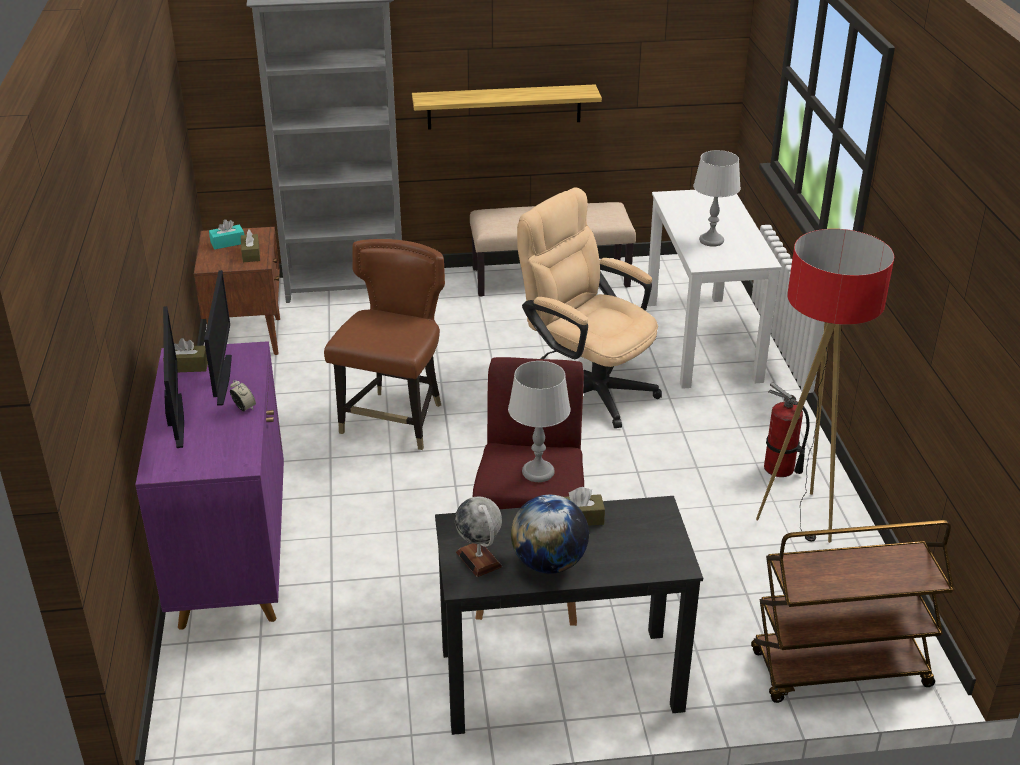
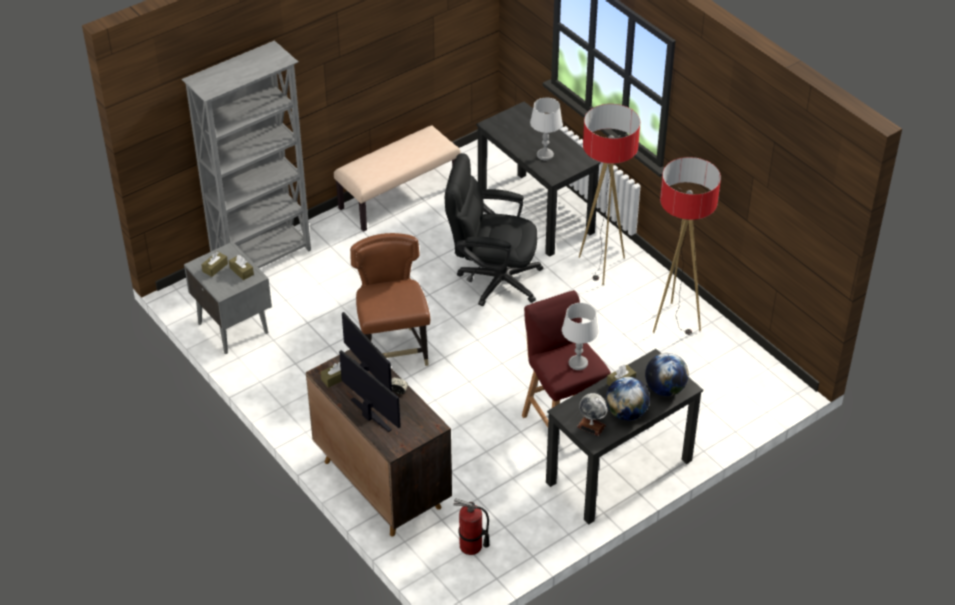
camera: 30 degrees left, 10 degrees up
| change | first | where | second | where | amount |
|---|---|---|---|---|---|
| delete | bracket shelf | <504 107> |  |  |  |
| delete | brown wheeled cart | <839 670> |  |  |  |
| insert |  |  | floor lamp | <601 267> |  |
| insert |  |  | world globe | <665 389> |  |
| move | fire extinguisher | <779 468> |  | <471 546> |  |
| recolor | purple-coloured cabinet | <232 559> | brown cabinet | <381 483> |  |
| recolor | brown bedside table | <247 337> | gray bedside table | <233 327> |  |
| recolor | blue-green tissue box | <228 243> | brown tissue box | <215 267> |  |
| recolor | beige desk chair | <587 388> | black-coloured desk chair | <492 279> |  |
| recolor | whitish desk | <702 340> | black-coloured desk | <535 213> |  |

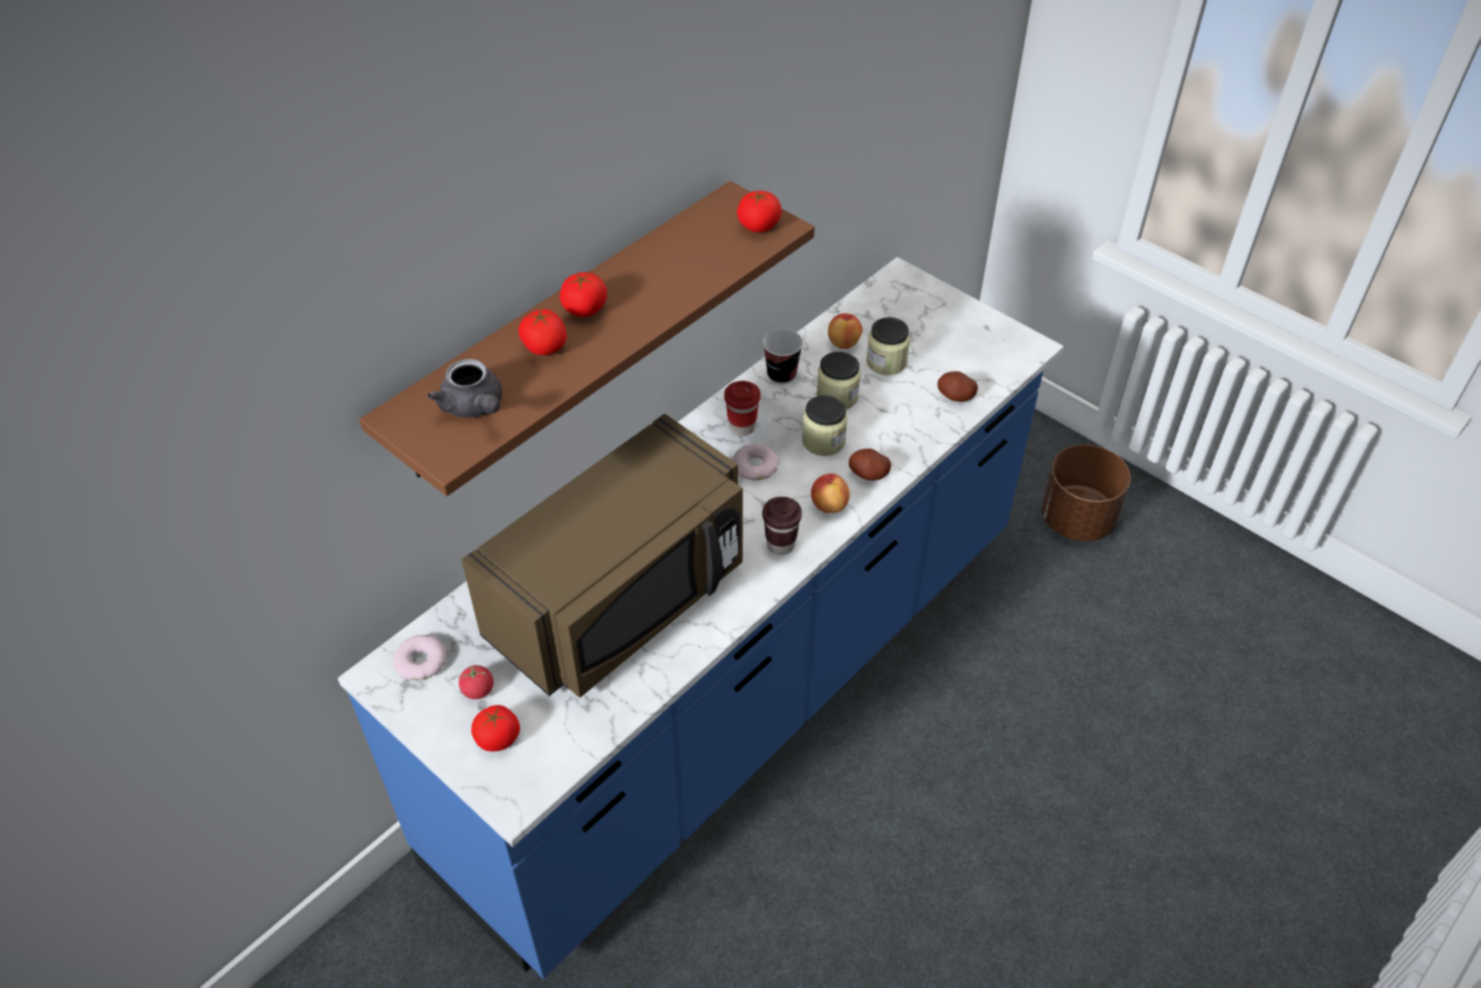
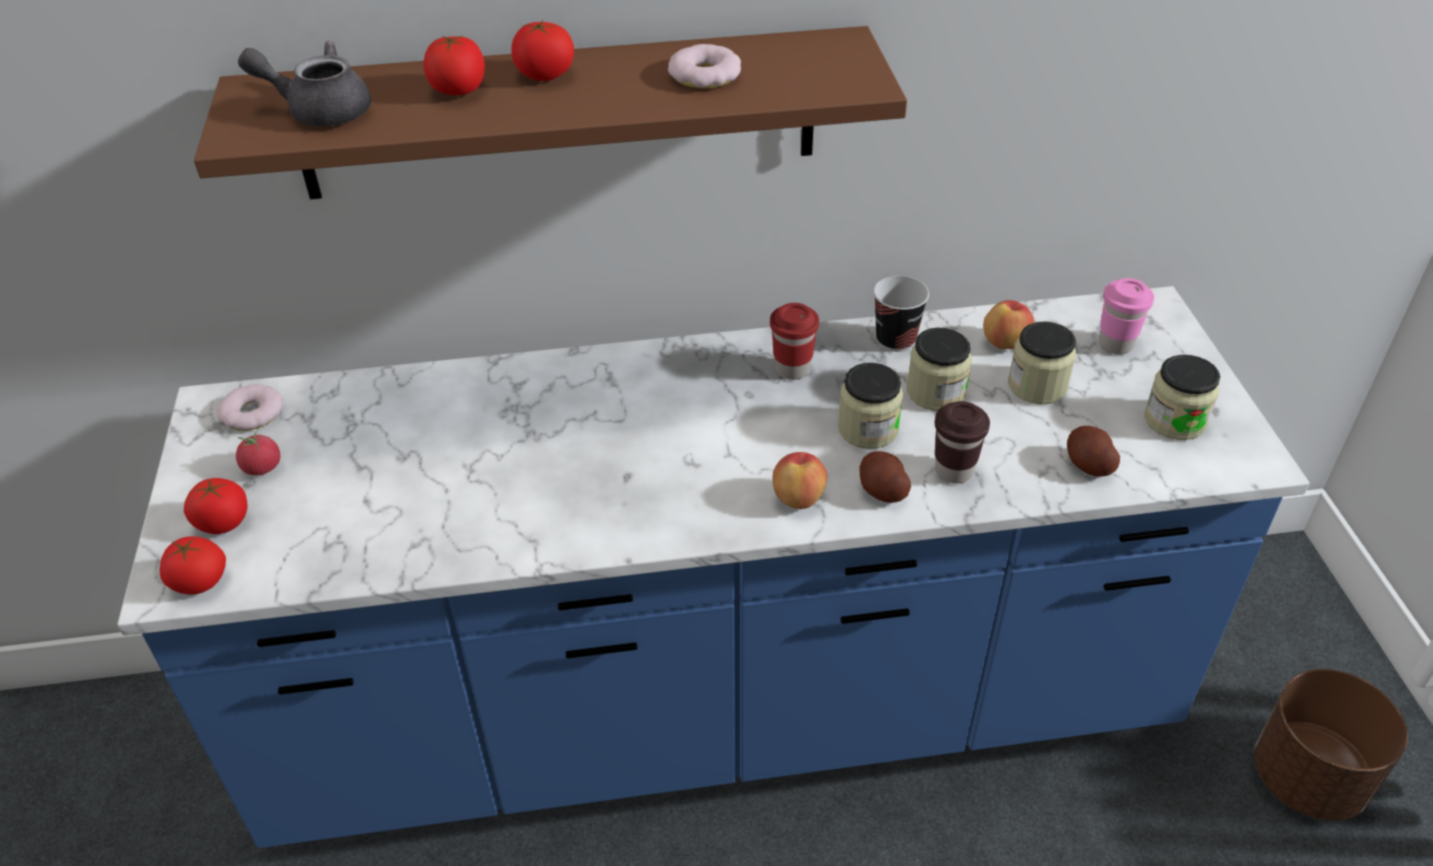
camera: 40 degrees right, 5 degrees down
| change | first | where | second | where | amount |
|---|---|---|---|---|---|
| delete | brown microwave oven | <622 600> |  |  |  |
| insert |  |  | pink-coloured small cup | <1115 344> |  |
| insert |  |  | preserve jar | <1174 420> |  |
| move | ring doughnut | <755 466> |  | <705 75> |  |
| move | whole tomato | <759 226> |  | <200 582> |  |
| move | brown small cup | <780 545> |  | <953 471> |  |
| rotate | gray teapot | <474 407> |  | <319 110> | 90 degrees clockwise |

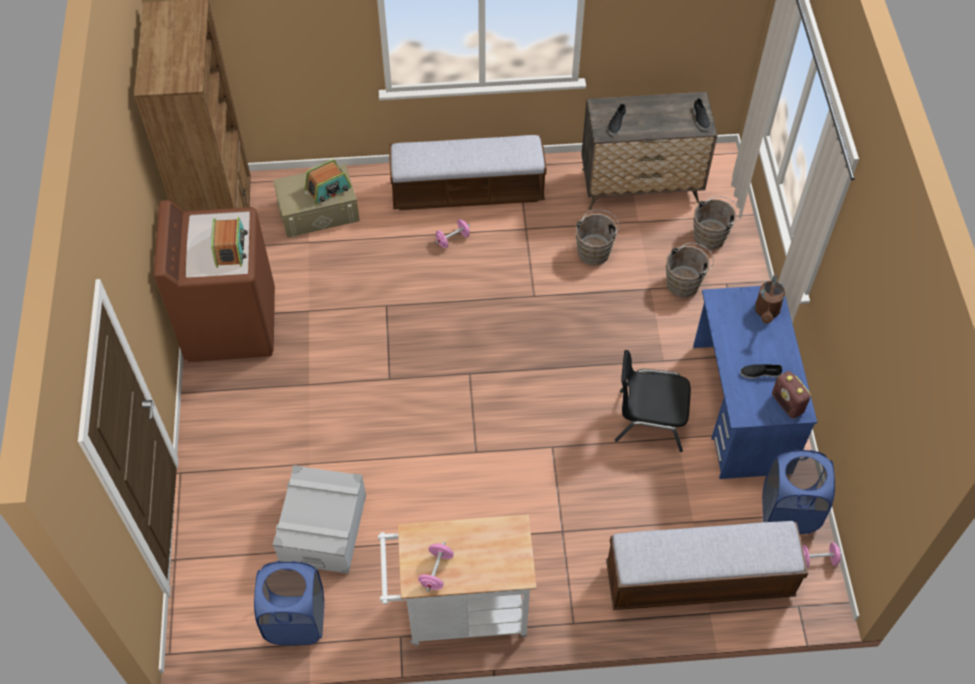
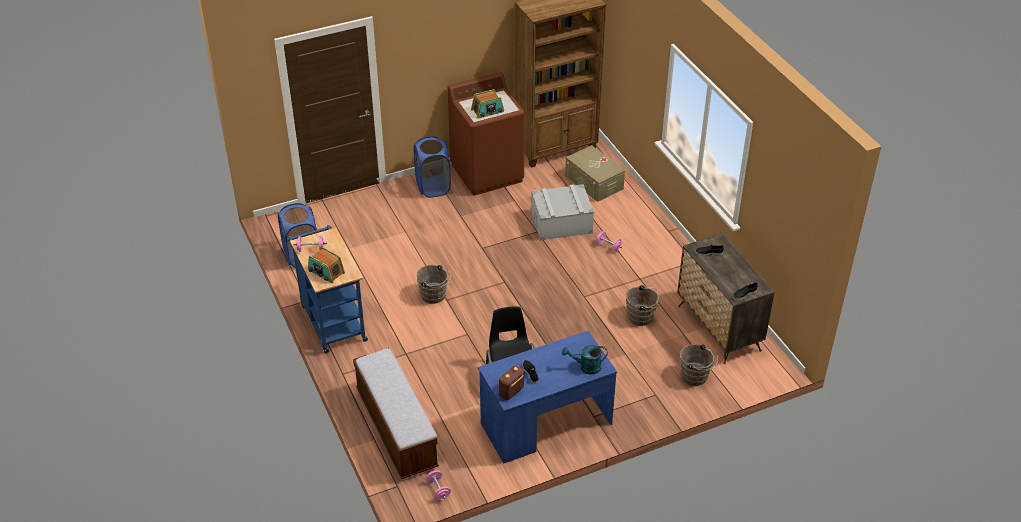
camera: 70 degrees right, 15 degrees down
| change | first | where | second | where | amount |
|---|---|---|---|---|---|
| delete | indoor bench | <467 191> |  |  |  |
| move | gray storage bin | <323 529> |  | <561 223> |  |
| move | radio set | <328 189> |  | <326 272> |  |
| move | brown bucket | <685 283> |  | <435 296> |  |
| move | bluish washing basket | <788 511> |  | <433 187> |  |
| recolor | whitish wheeled cart | <458 611> | bluish wheeled cart | <332 320> |  |
| recolor | brown watering can | <766 312> | blue-green watering can | <586 367> |  |

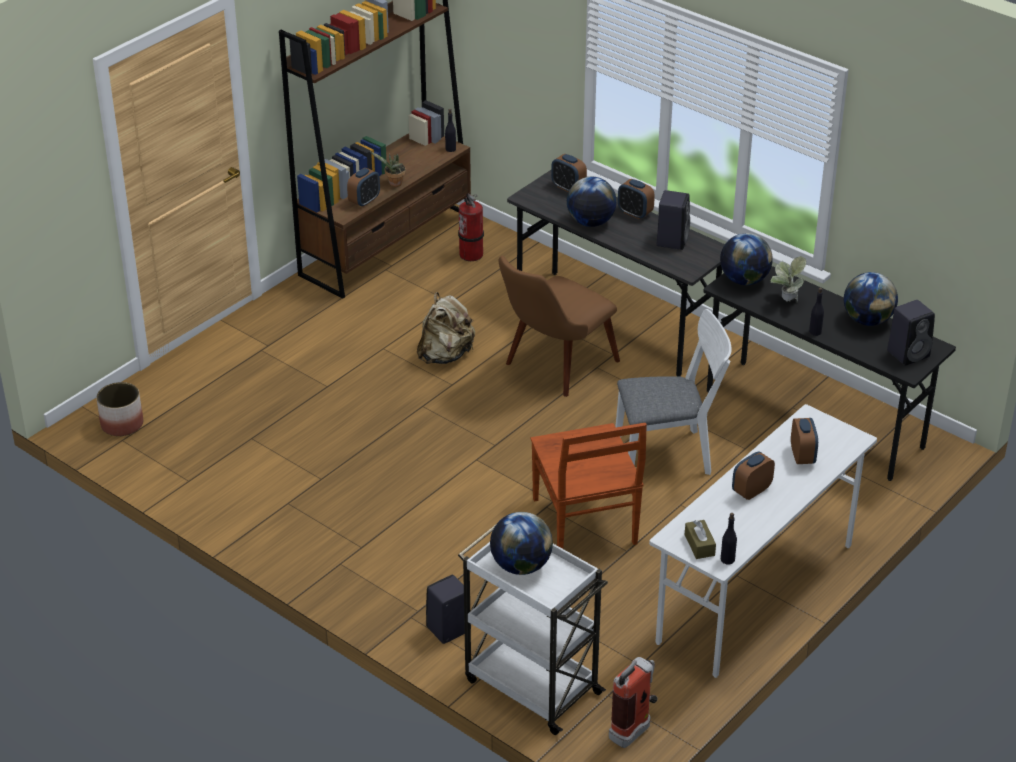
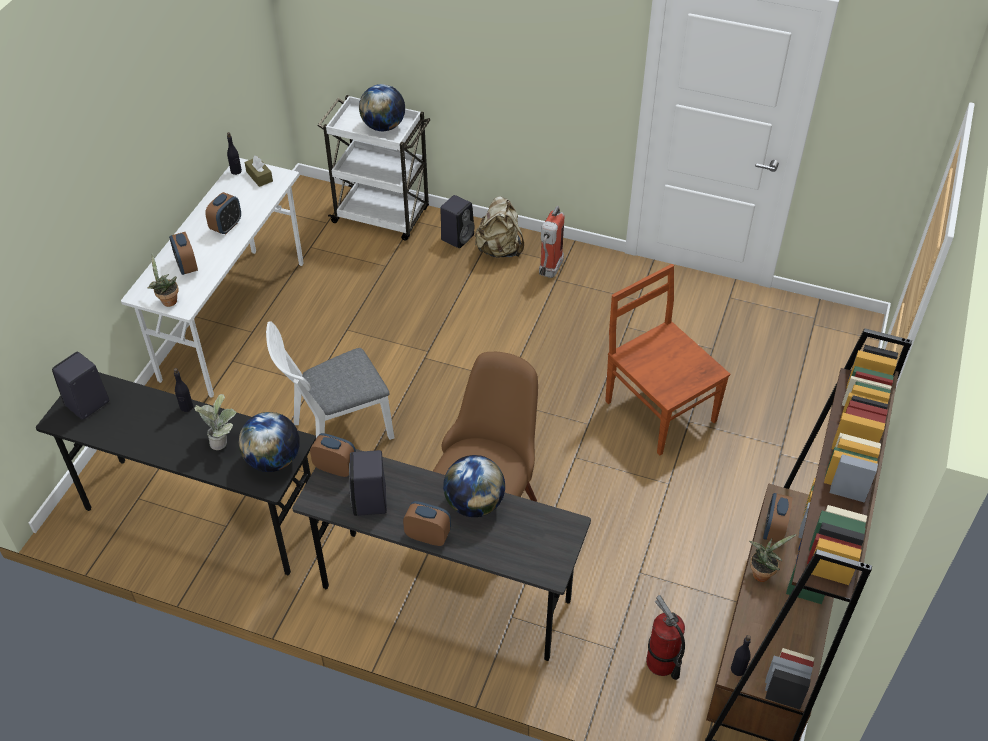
camera: 160 degrees right, 10 degrees up
| change | first | where | second | where | amount |
|---|---|---|---|---|---|
| delete | plant pot | <122 424> |  |  |  |
| delete | world globe | <867 320> |  |  |  |
| insert |  |  | plant in a pot | <167 300> |  |
| move | beige rucksack | <445 355> |  | <499 249> |  |
| move | brown chair | <585 523> |  | <658 409> |  |
| move | alarm clock | <568 188> |  | <335 467> |  |
| move | fire extinguisher | <635 728> |  | <548 272> |  |

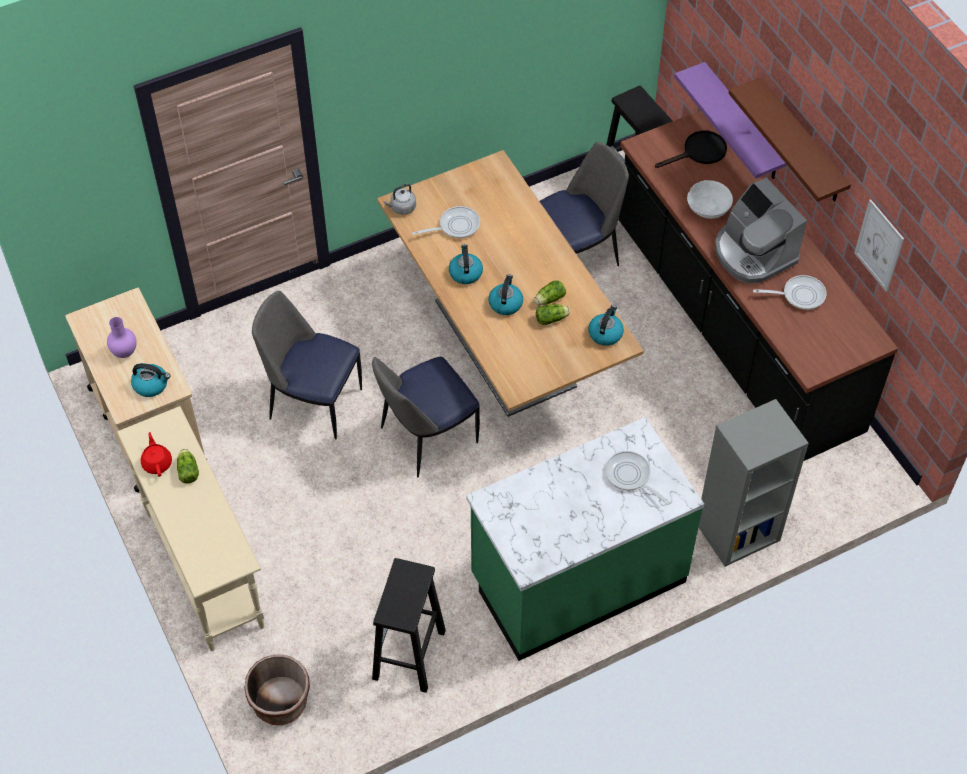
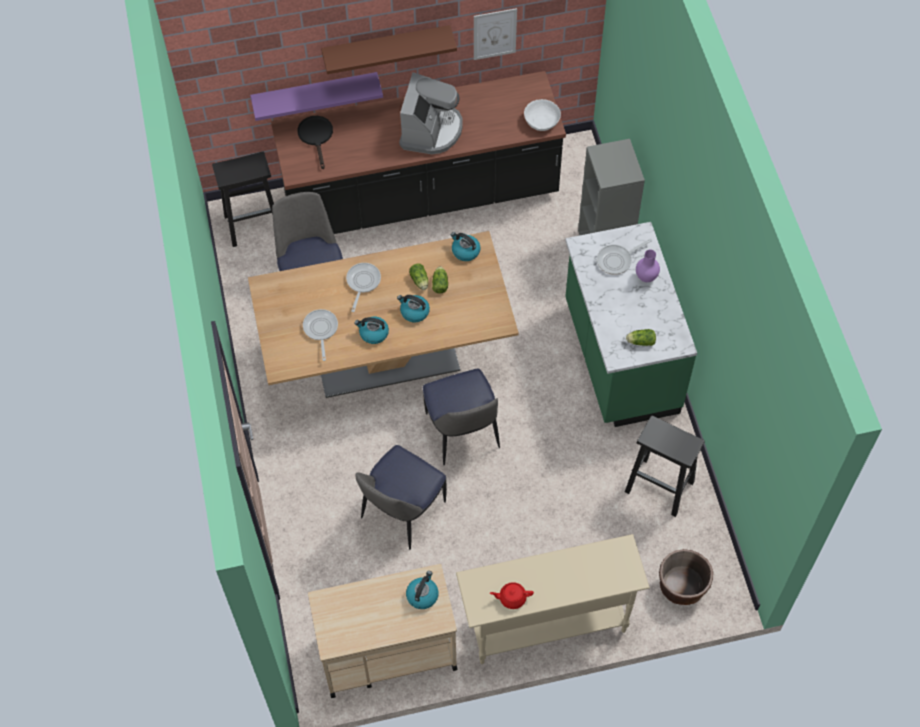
camera: 75 degrees left, 5 degrees up
| change | first | where | second | where | amount |
|---|---|---|---|---|---|
| delete | gray kettle | <402 208> |  |  |  |
| move | purple-coloured decorative vase | <124 353> |  | <646 278> |  |
| move | head of lettuce | <188 470> |  | <640 341> |  |
| move | whitish deep dish | <708 208> |  | <542 121> |  |
| move | skillet | <799 295> |  | <362 283> |  |
| rotate | coffee maker | <753 253> |  | <431 130> | 60 degrees counterclockwise |

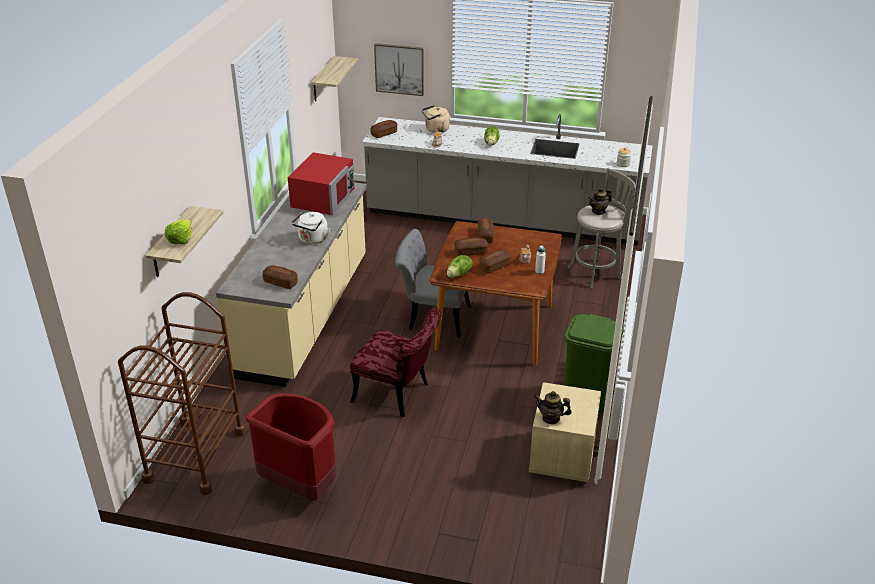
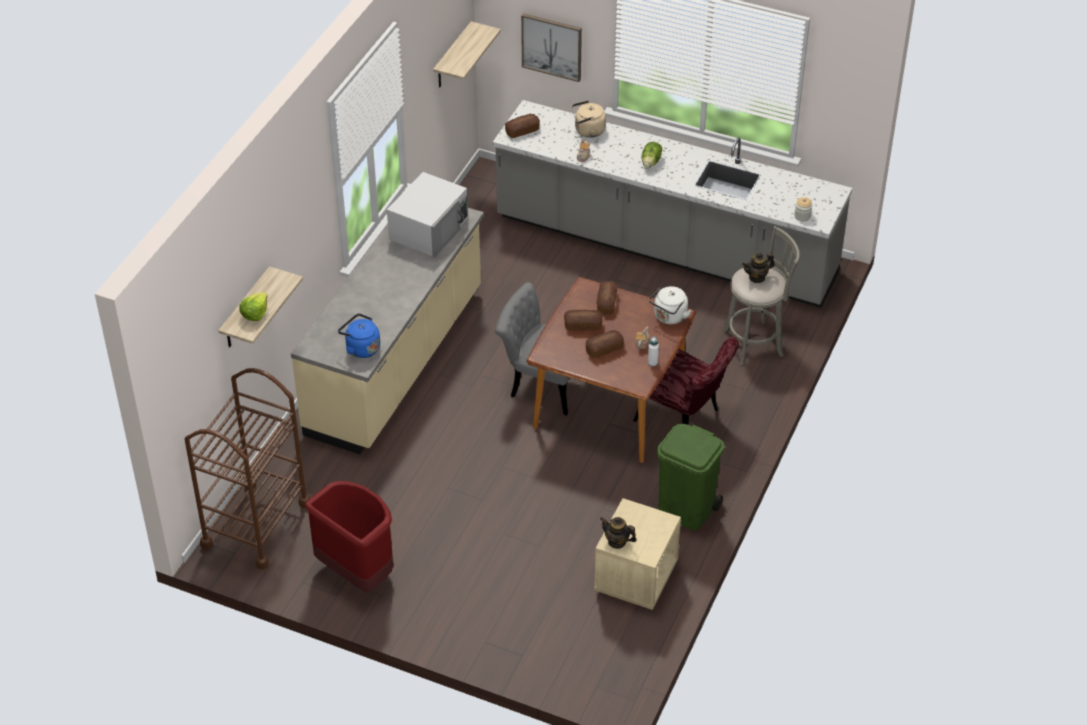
camera: 10 degrees right, 10 degrees up
| change | first | where | second | where | amount |
|---|---|---|---|---|---|
| delete | head of lettuce | <459 274> |  |  |  |
| move | whitish kettle | <312 240> |  | <669 317> |  |
| move | reddish chair | <398 395> |  | <684 418> |  |
| replace | bakery bread | <280 282> | bluish kettle | <361 348> |  |
| recolor | reddish microwave oven | <323 197> | whitish microwave oven | <429 228> |  |

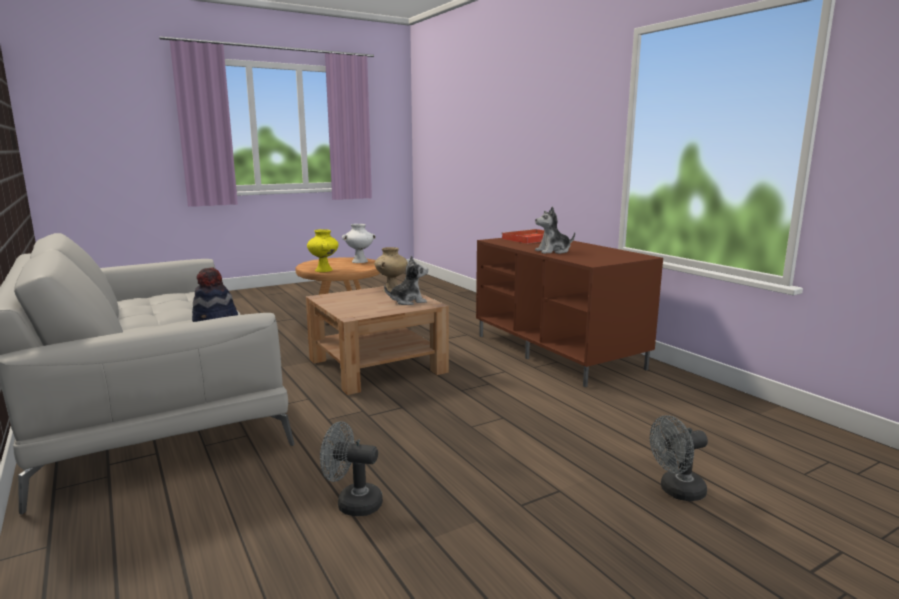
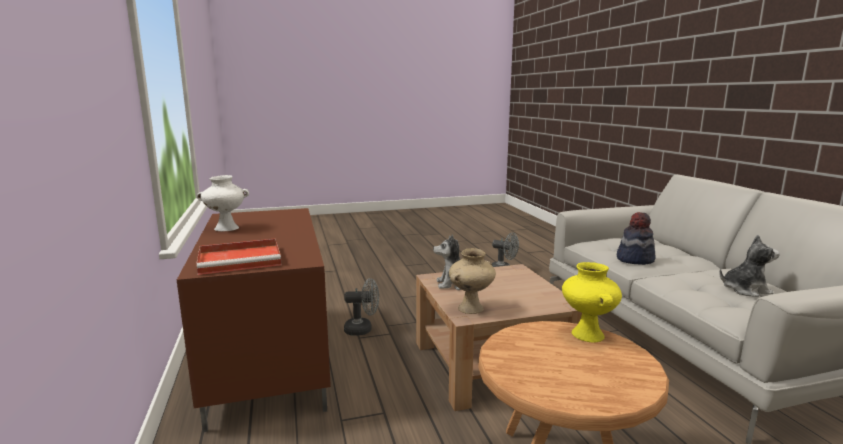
camera: 165 degrees left, 0 degrees up
| change | first | where | second | where | amount |
|---|---|---|---|---|---|
| move | whitish decorative vase | <360 261> |  | <226 229> |  |
| move | plush toy | <553 251> |  | <744 290> |  |
| move | gray cooling fan | <676 491> |  | <363 329> |  |

